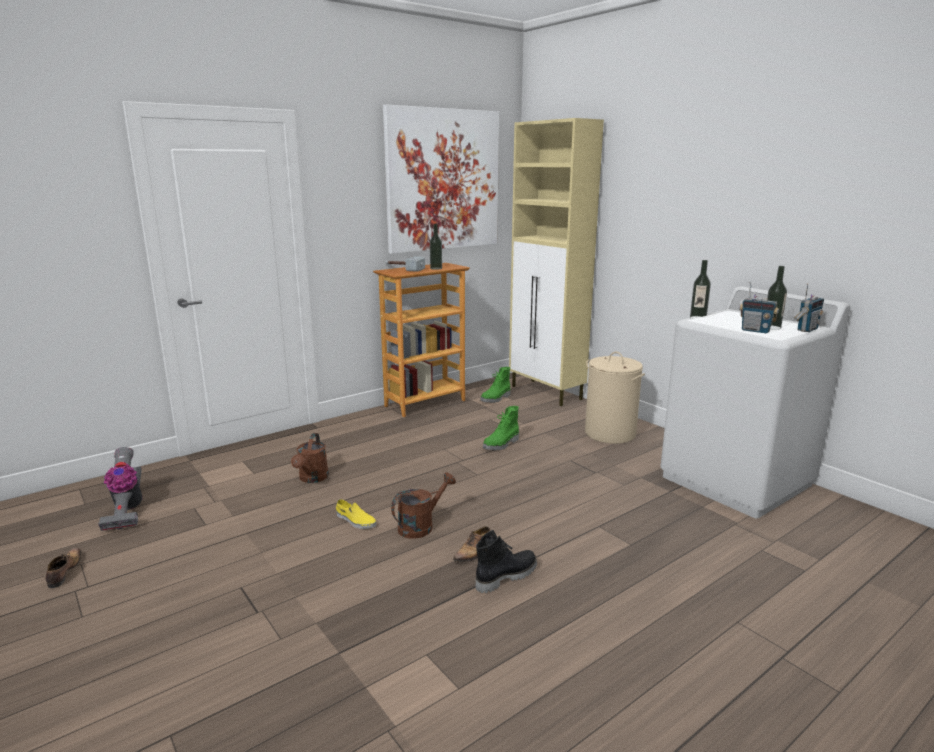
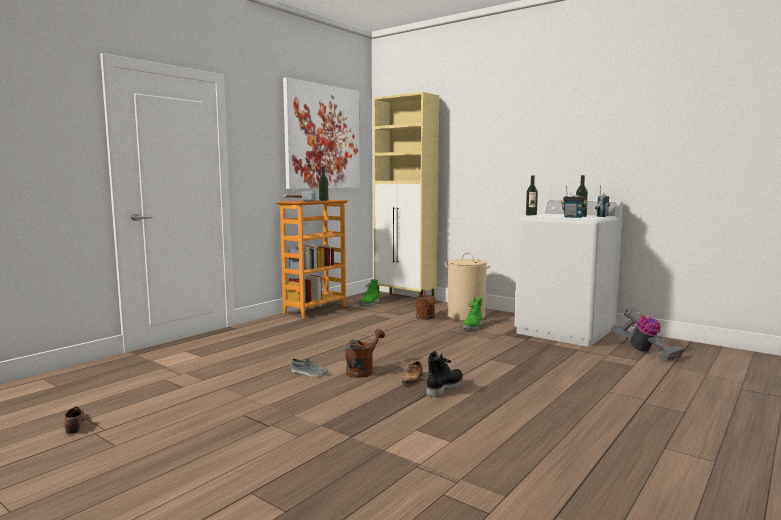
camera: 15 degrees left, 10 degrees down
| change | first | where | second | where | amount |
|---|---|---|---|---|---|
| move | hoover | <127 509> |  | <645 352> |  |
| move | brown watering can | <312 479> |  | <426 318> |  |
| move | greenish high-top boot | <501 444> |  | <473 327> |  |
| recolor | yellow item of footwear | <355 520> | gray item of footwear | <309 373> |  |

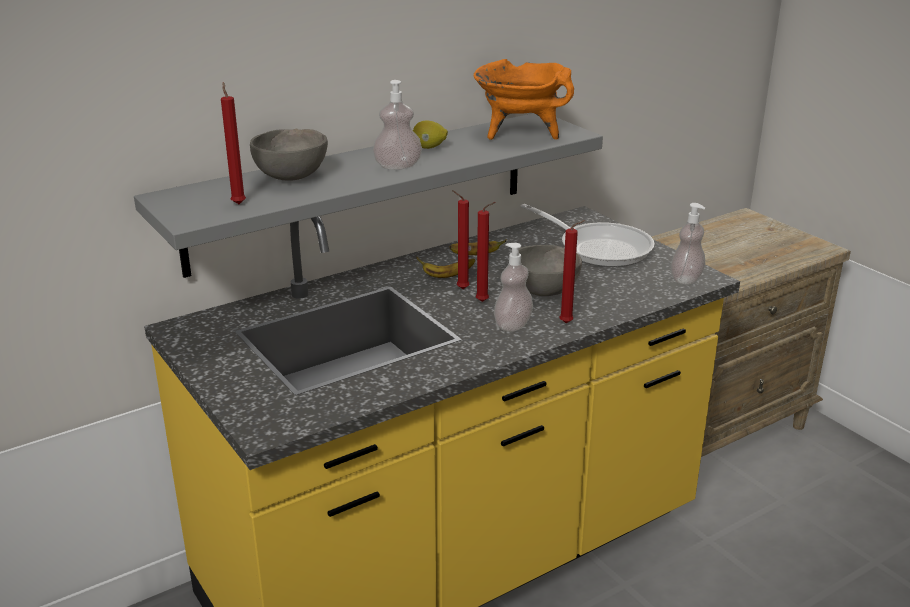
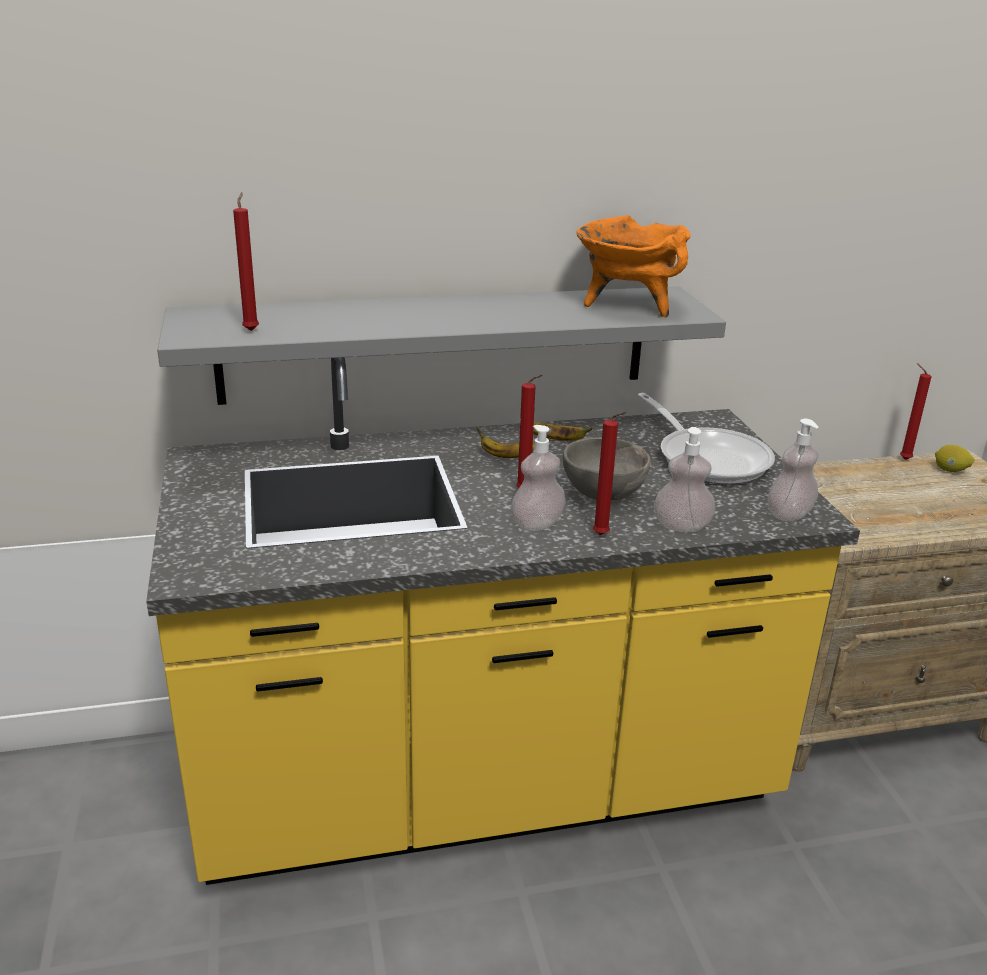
camera: 20 degrees right, 0 degrees up
| change | first | where | second | where | amount |
|---|---|---|---|---|---|
| delete | gray deep dish | <293 177> |  |  |  |
| move | soap bottle | <398 166> |  | <681 526> |  |
| move | whole lemon | <428 148> |  | <950 470> |  |
| move | reddish wax candle | <460 289> |  | <903 459> |  |

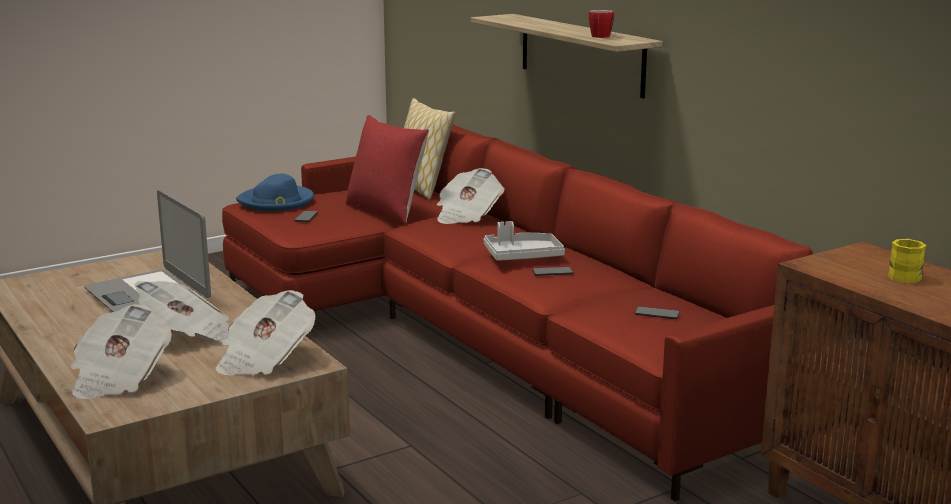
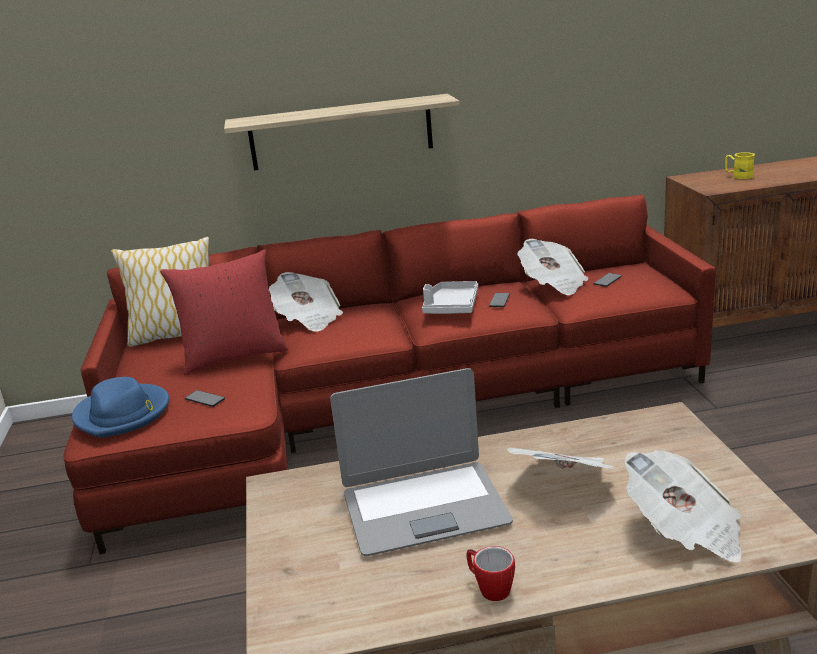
camera: 65 degrees left, 5 degrees up
| change | first | where | second | where | amount |
|---|---|---|---|---|---|
| move | newspaper | <264 359> |  | <553 284> |  |
| move | tea mug | <601 36> |  | <490 588> |  |

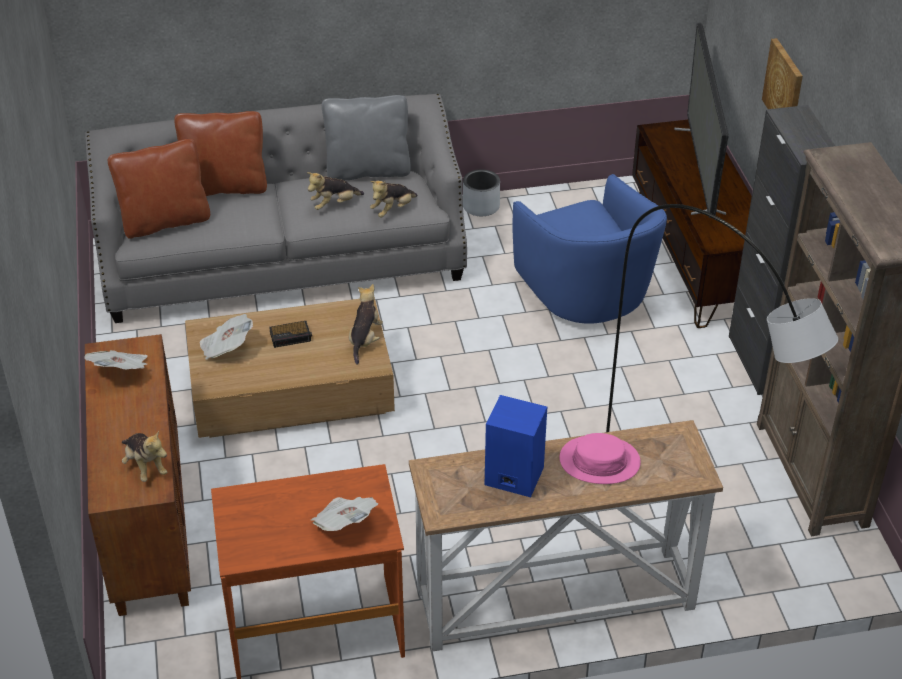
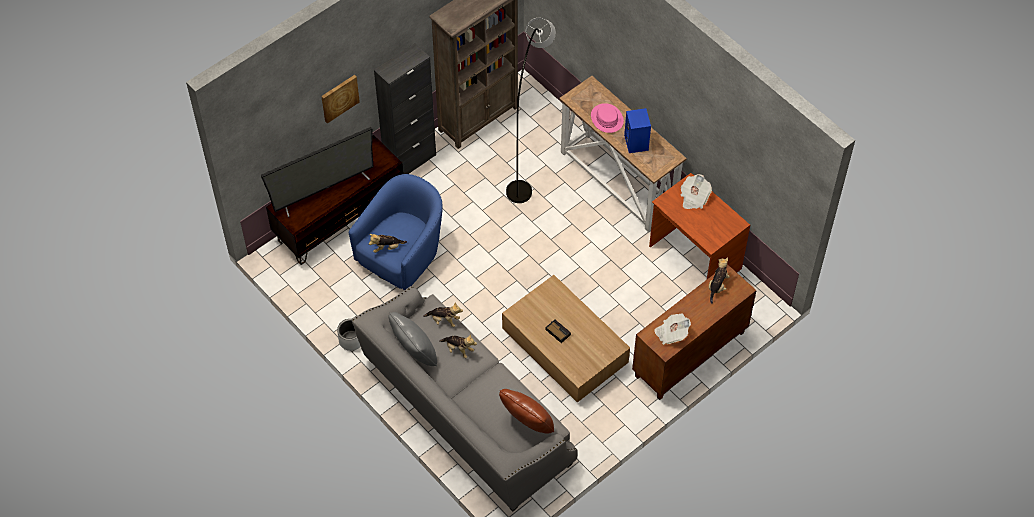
camera: 120 degrees left, 15 degrees up
| change | first | where | second | where | amount |
|---|---|---|---|---|---|
| delete | brown pillow | <225 187> |  |  |  |
| delete | newspaper | <226 348> |  |  |  |
| move | plush toy | <365 340> |  | <387 247> |  |

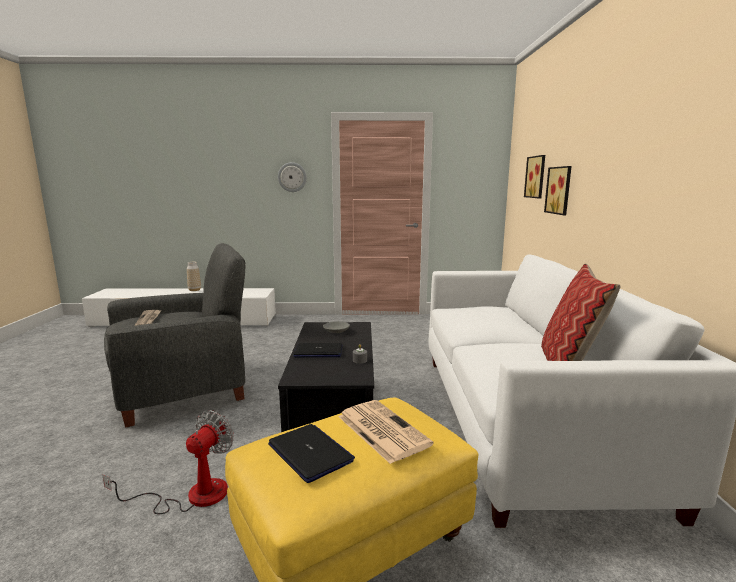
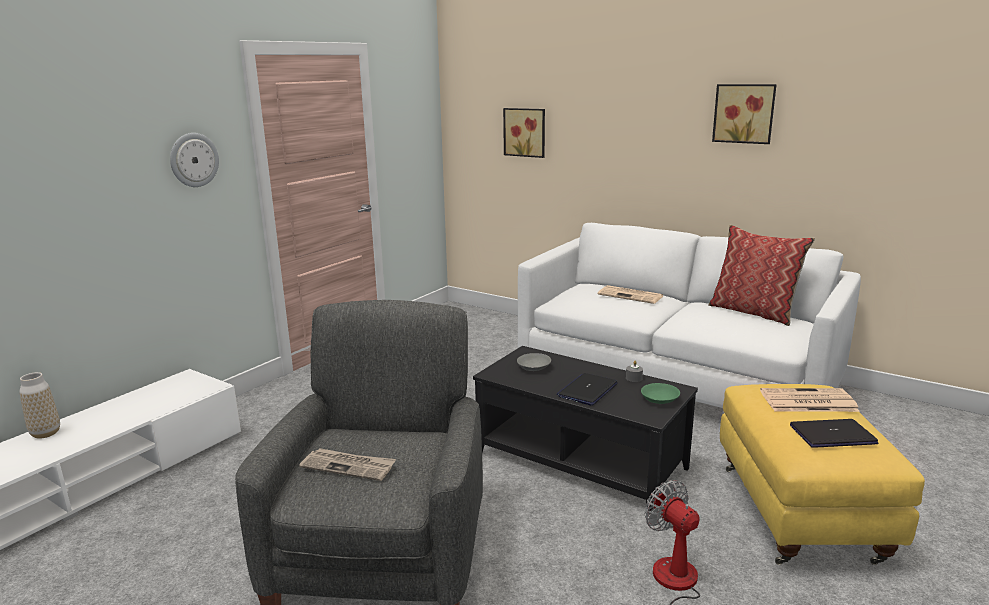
camera: 55 degrees left, 5 degrees up
| change | first | where | second | where | amount |
|---|---|---|---|---|---|
| insert |  |  | newspaper | <631 295> |  |
| insert |  |  | greenish deep dish | <659 400> |  |
| move | wall picture | <560 190> |  | <744 113> |  |

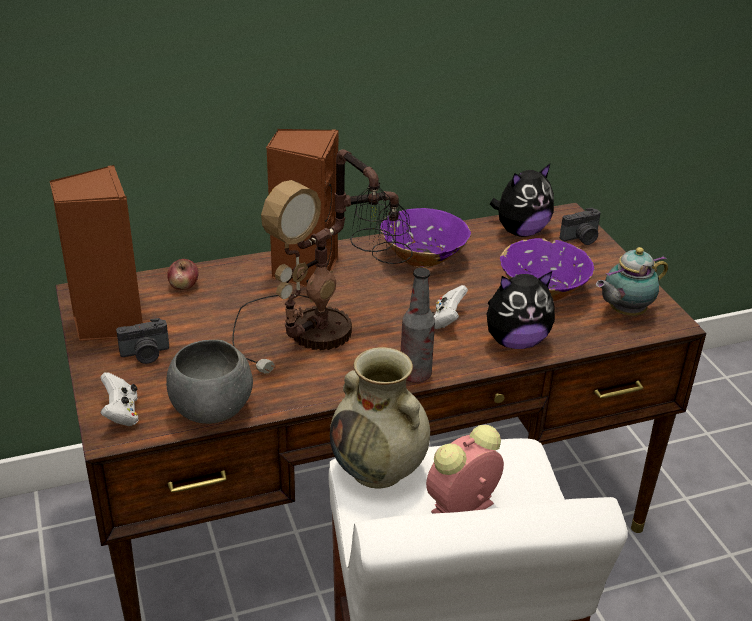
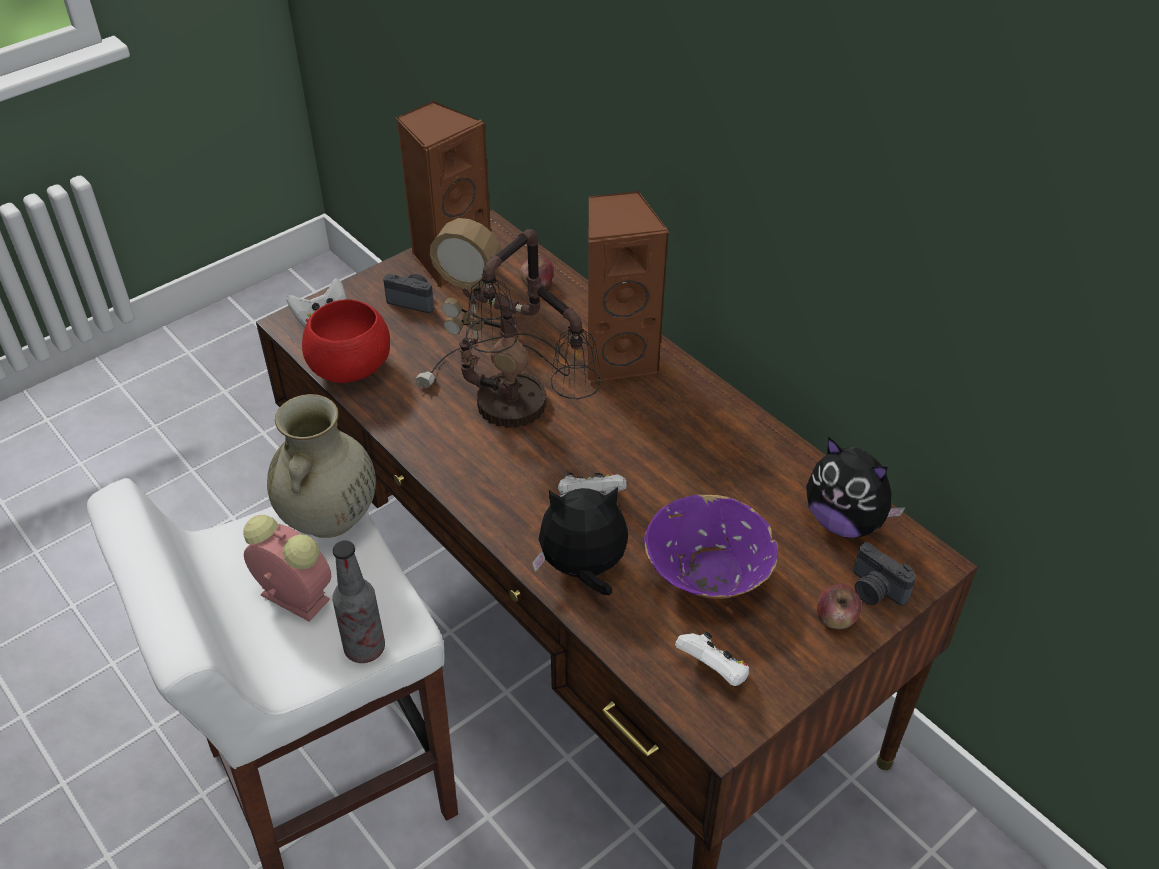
camera: 70 degrees right, 10 degrees up
| change | first | where | second | where | amount |
|---|---|---|---|---|---|
| delete | purple-coloured deep dish | <422 259> |  |  |  |
| insert |  |  | whole apple | <836 619> |  |
| move | drink bottle | <415 375> |  | <365 648> |  |
| replace | teapot | <624 312> | whitish gamepad | <713 671> |  |
| recolor | gray deep dish | <213 409> | reddish deep dish | <352 370> |  |
| rotate | still camera | <145 354> |  | <413 300> | 150 degrees clockwise |
| rotate | plush toy | <515 341> |  | <583 570> | 120 degrees clockwise |

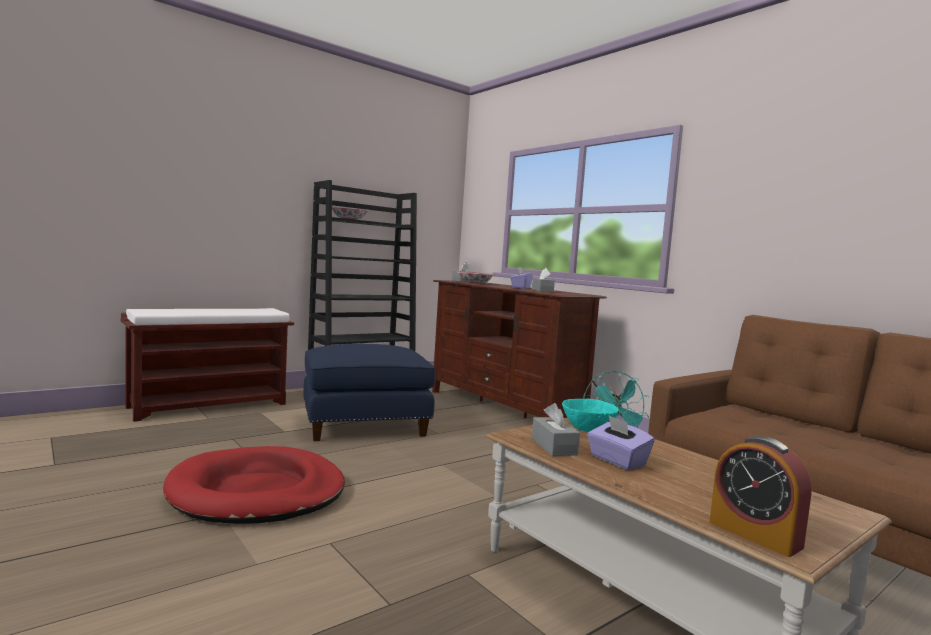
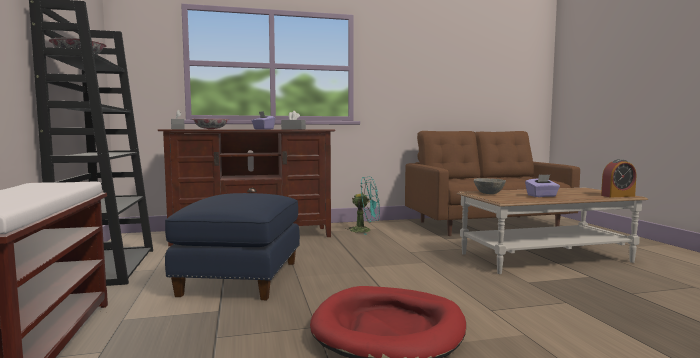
camera: 65 degrees left, 0 degrees up
| change | first | where | second | where | amount |
|---|---|---|---|---|---|
| delete | gray tissue box | <553 446> |  |  |  |
| recolor | blue-green deep dish | <587 429> | gray deep dish | <489 193> |  |

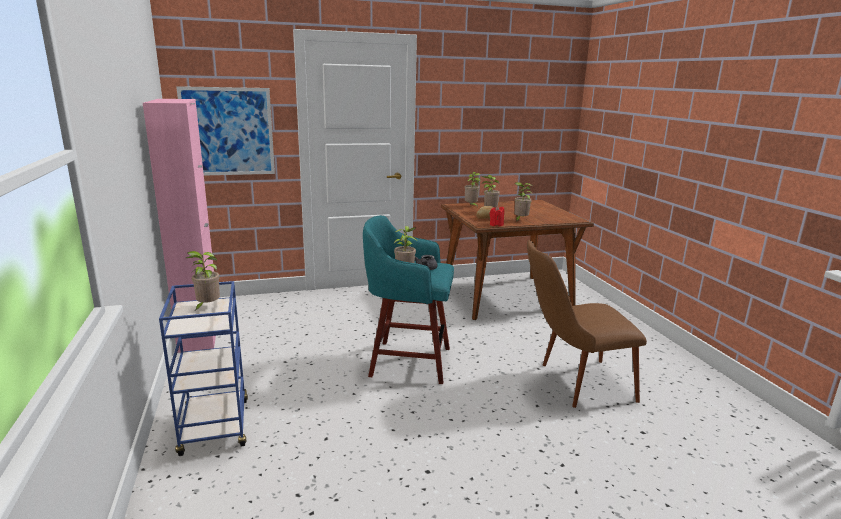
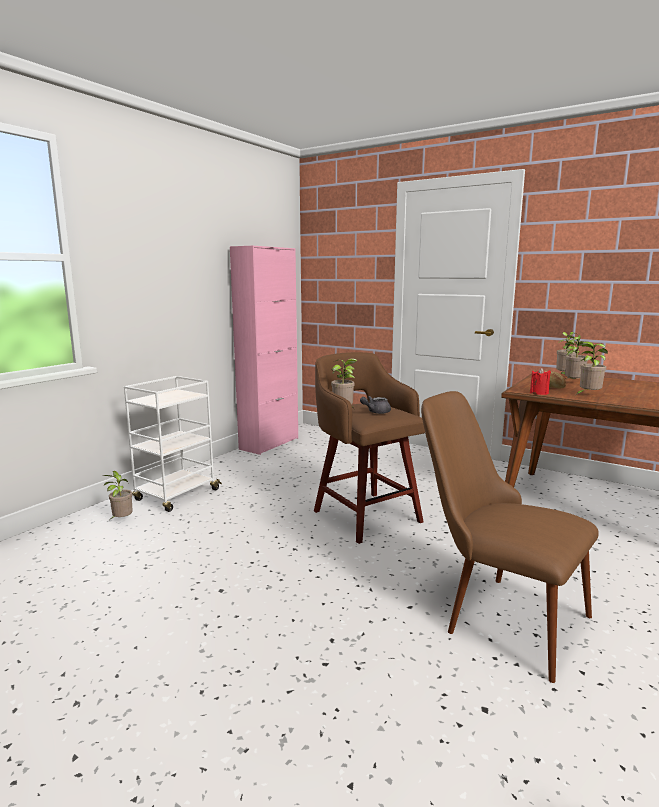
camera: 50 degrees right, 5 degrees down
| change | first | where | second | where | amount |
|---|---|---|---|---|---|
| delete | wall picture | <228 132> |  |  |  |
| move | plant in a pot | <207 307> |  | <121 520> |  |
| recolor | bluish wheeled cart | <215 428> | whitish wheeled cart | <176 495> |  |
| recolor | blue-green stool | <407 361> | brown stool | <365 515> |  |

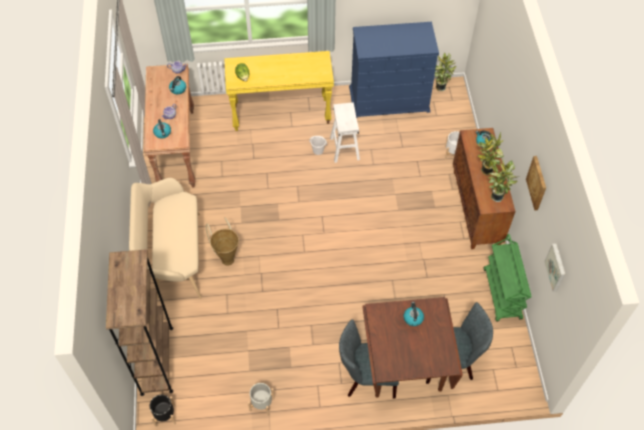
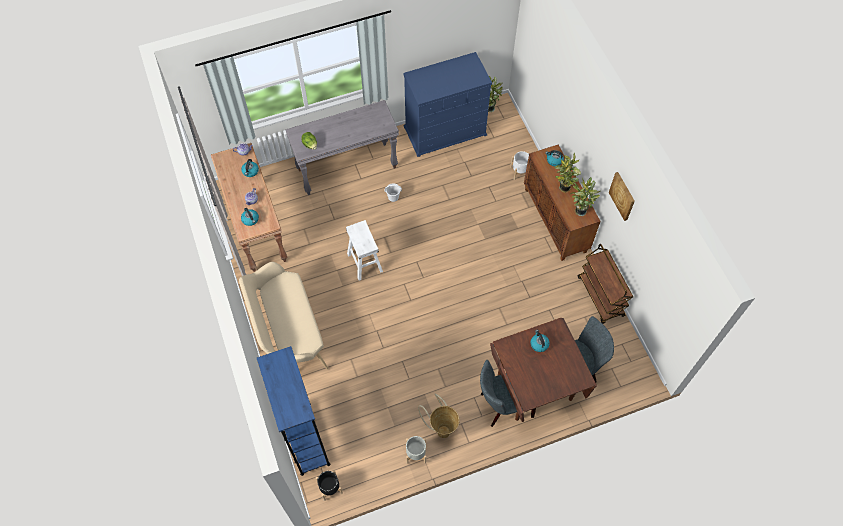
camera: 15 degrees left, 5 degrees up
| change | first | where | second | where | amount |
|---|---|---|---|---|---|
| delete | wall picture | <556 267> |  |  |  |
| move | household basket | <227 257> |  | <441 429> |  |
| move | whitish stool | <345 148> |  | <365 262> |  |
| recolor | brown shelving unit | <157 360> | bluish shelving unit | <305 438> |  |
| recolor | yellow narrow table | <281 114> | gray narrow table | <347 168> |  |
| recolor | greenish wheeled cart | <502 294> | brown wheeled cart | <601 297> |  |

